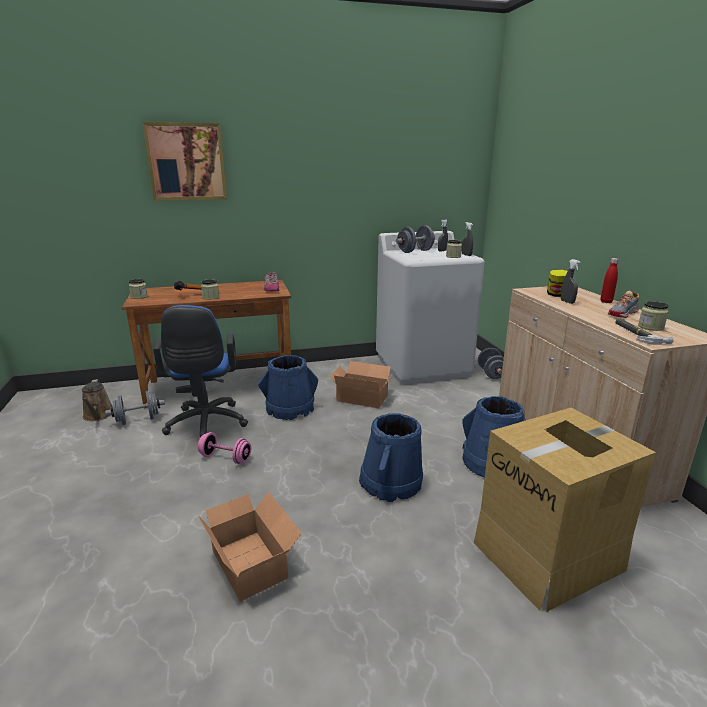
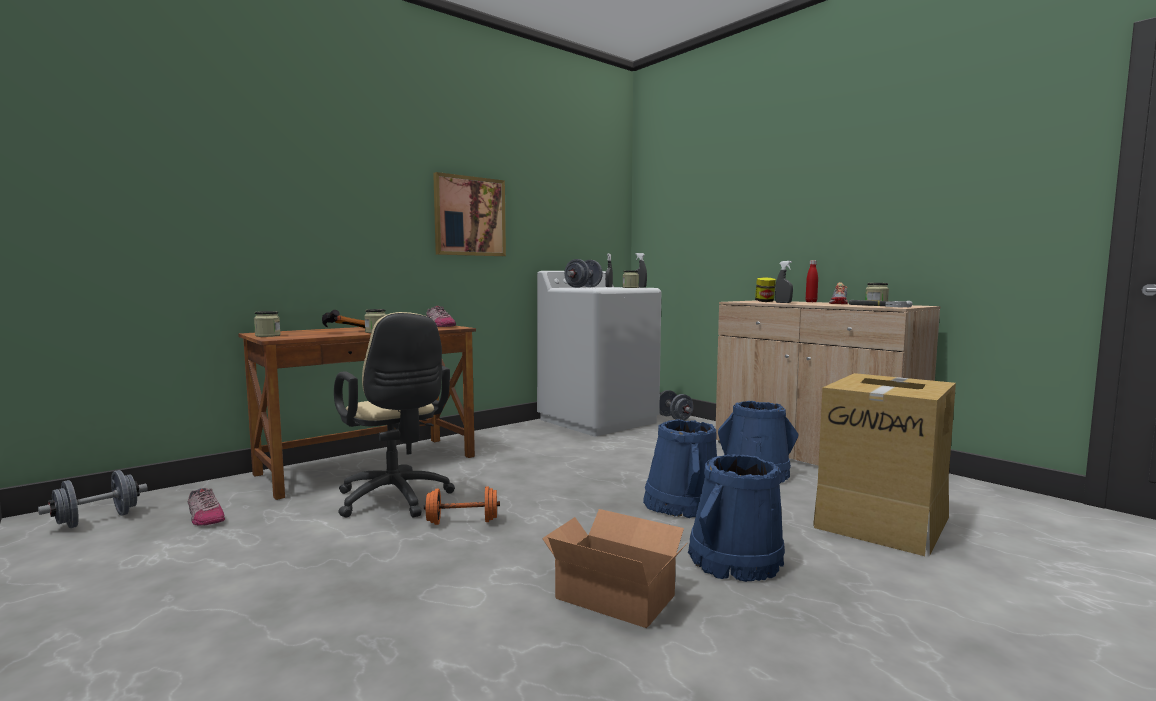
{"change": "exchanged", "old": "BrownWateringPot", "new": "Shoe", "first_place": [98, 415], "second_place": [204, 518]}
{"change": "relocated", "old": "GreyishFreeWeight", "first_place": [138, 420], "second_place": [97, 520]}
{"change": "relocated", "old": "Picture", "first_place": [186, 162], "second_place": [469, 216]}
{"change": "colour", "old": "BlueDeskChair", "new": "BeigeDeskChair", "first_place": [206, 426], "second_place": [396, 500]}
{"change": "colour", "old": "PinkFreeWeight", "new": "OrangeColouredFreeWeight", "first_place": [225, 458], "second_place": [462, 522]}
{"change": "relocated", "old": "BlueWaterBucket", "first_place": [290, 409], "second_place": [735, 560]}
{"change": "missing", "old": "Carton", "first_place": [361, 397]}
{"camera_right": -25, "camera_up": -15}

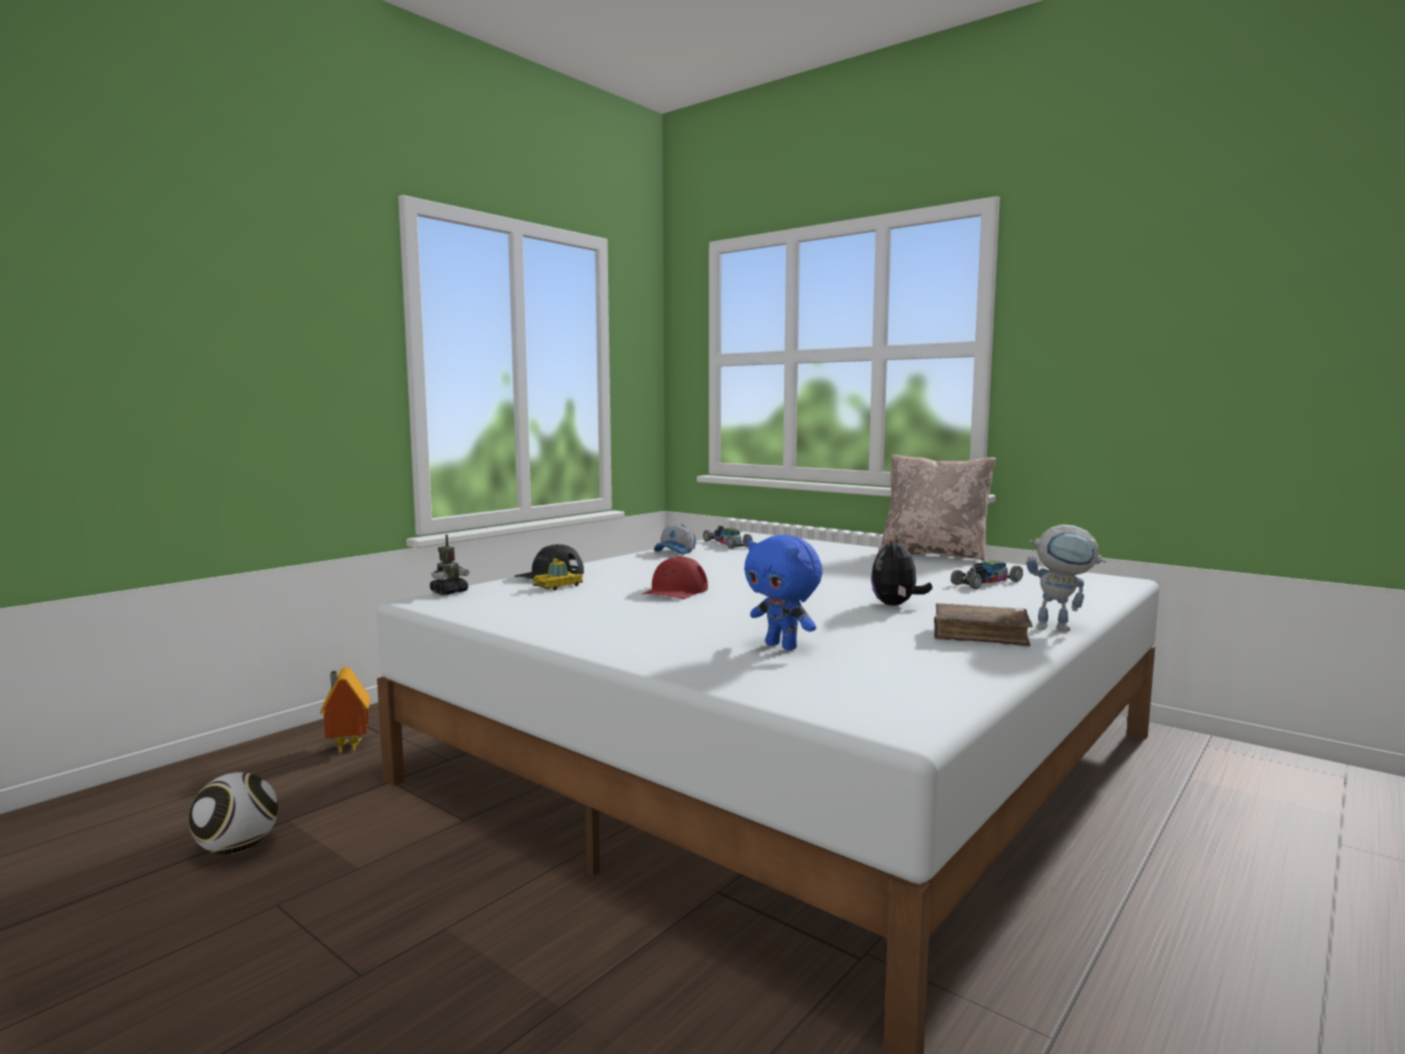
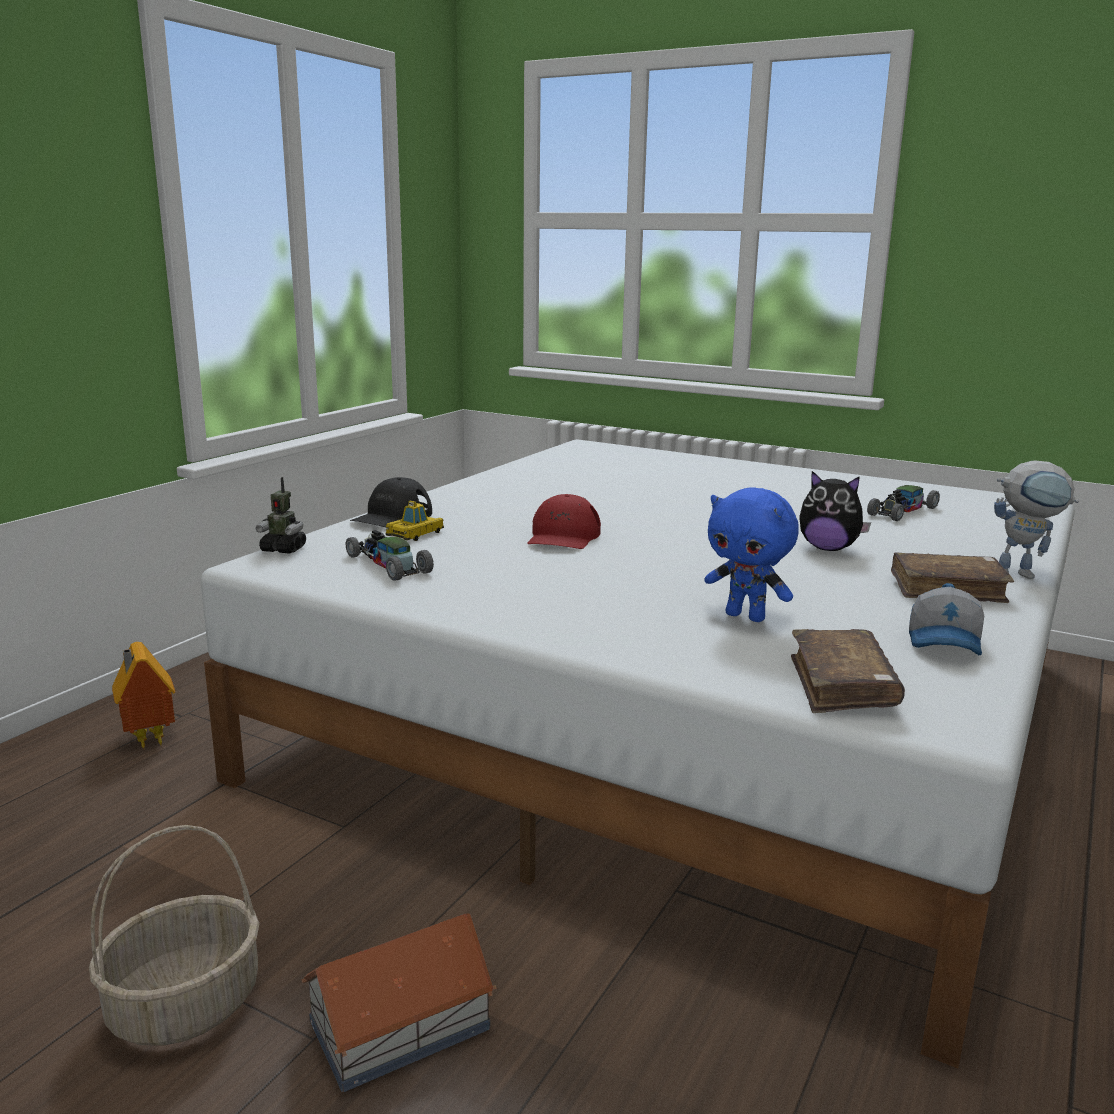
{"change": "missing", "old": "BallForFootball", "first_place": [238, 848]}
{"change": "spun", "old": "ToyRobot", "first_place": [449, 592], "second_place": [283, 549], "degrees": 75}
{"change": "relocated", "old": "BaseballCap", "first_place": [676, 551], "second_place": [946, 642]}
{"change": "relocated", "old": "ModelCar", "first_place": [726, 544], "second_place": [388, 565]}
{"change": "spun", "old": "SoftToy", "first_place": [896, 605], "second_place": [828, 548], "degrees": -75}
{"change": "missing", "old": "BeigePillow", "first_place": [934, 554]}
{"change": "appeared", "new": "HouseholdBasket", "second_place": [183, 1007]}
{"change": "appeared", "new": "MiniatureHouse", "second_place": [397, 1024]}
{"change": "appeared", "new": "BrownBoundBook", "second_place": [841, 686]}
{"camera_right": -10, "camera_up": 10}

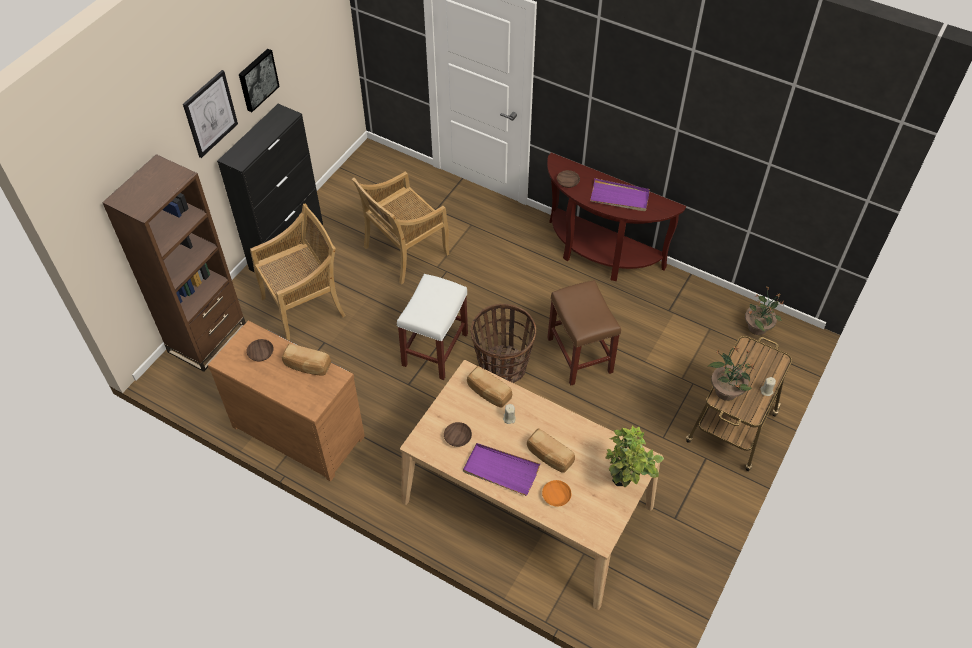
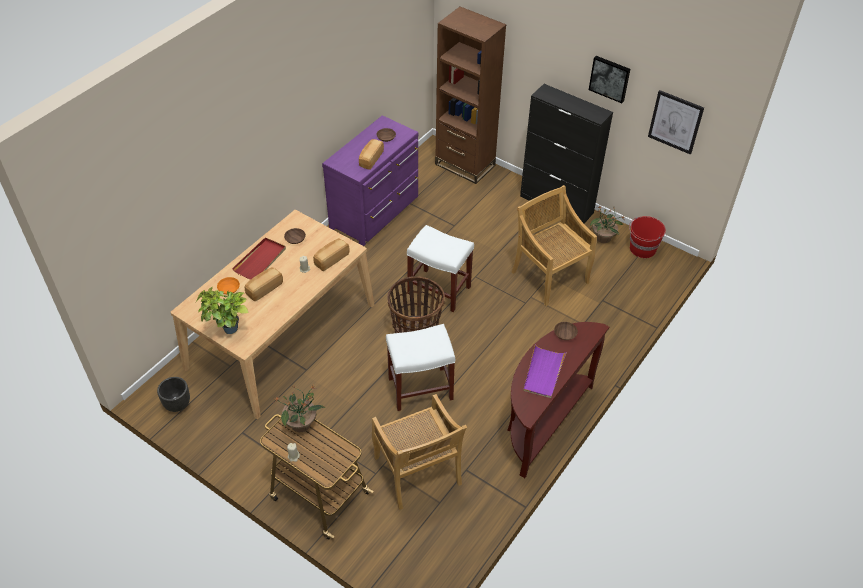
{"change": "relocated", "old": "Picture", "first_place": [210, 114], "second_place": [675, 122]}
{"change": "colour", "old": "BrownDrawerChest", "new": "PurpleDrawerChest", "first_place": [299, 428], "second_place": [376, 212]}
{"change": "relocated", "old": "BeigeChair", "first_place": [304, 306], "second_place": [418, 472]}
{"change": "colour", "old": "PurpleServingTray", "new": "RedColouredServingTray", "first_place": [500, 470], "second_place": [260, 260]}
{"change": "colour", "old": "BrownStool", "new": "WhiteColouredStool", "first_place": [580, 356], "second_place": [419, 389]}
{"change": "relocated", "old": "PottedPlant", "first_place": [757, 327], "second_place": [603, 238]}
{"change": "appeared", "new": "BlackishPlantPot", "second_place": [178, 404]}
{"change": "appeared", "new": "RedColouredWaterBucket", "second_place": [642, 249]}
{"camera_right": 95, "camera_up": -5}

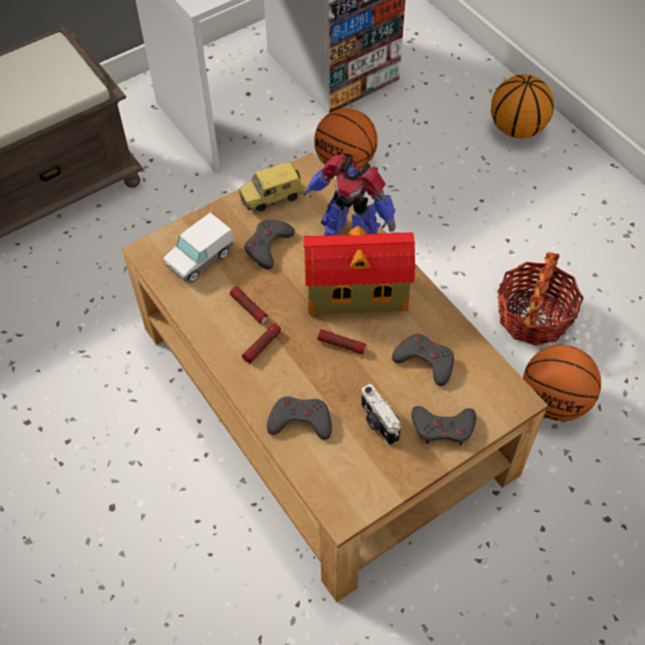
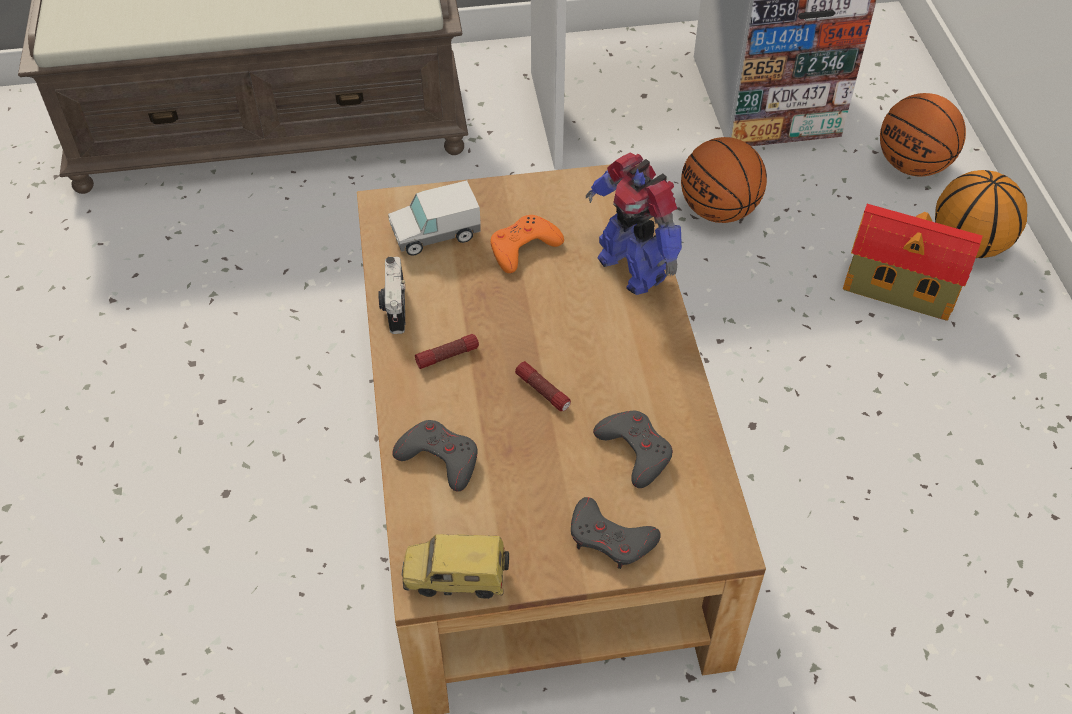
{"change": "missing", "old": "HandTorch", "first_place": [249, 308]}
{"change": "relocated", "old": "ModelCar", "first_place": [272, 199], "second_place": [456, 580]}
{"change": "colour", "old": "GreyishJoypad", "new": "OrangeColouredJoypad", "first_place": [268, 246], "second_place": [523, 247]}
{"change": "relocated", "old": "MiniatureHouse", "first_place": [354, 293], "second_place": [897, 286]}
{"change": "relocated", "old": "PhotoCamera", "first_place": [378, 423], "second_place": [394, 308]}
{"change": "missing", "old": "HouseholdBasket", "first_place": [533, 316]}
{"change": "relocated", "old": "Basketball", "first_place": [554, 401], "second_place": [912, 165]}
{"camera_right": 25, "camera_up": -5}

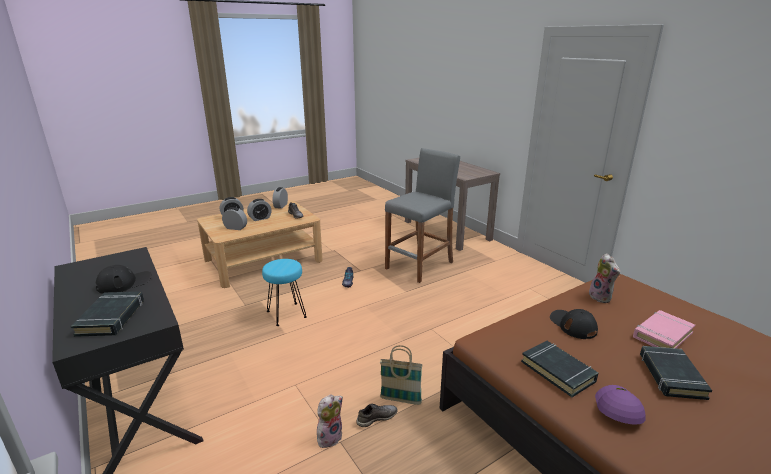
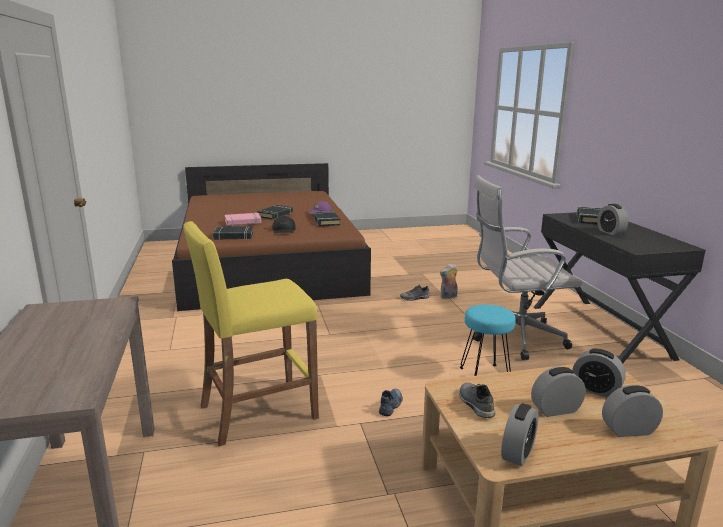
{"change": "exchanged", "old": "BlackishBaseballCap", "new": "AlarmClock", "first_place": [125, 283], "second_place": [610, 232]}
{"change": "missing", "old": "HouseholdBasket", "first_place": [400, 400]}
{"change": "colour", "old": "GreyishStool", "new": "YellowStool", "first_place": [420, 265], "second_place": [257, 412]}
{"change": "exchanged", "old": "SoftToy", "new": "BlackishBoundBook", "first_place": [601, 297], "second_place": [233, 236]}
{"change": "appeared", "new": "WhiteColouredDeskChair", "second_place": [514, 338]}
{"camera_right": -160, "camera_up": -5}

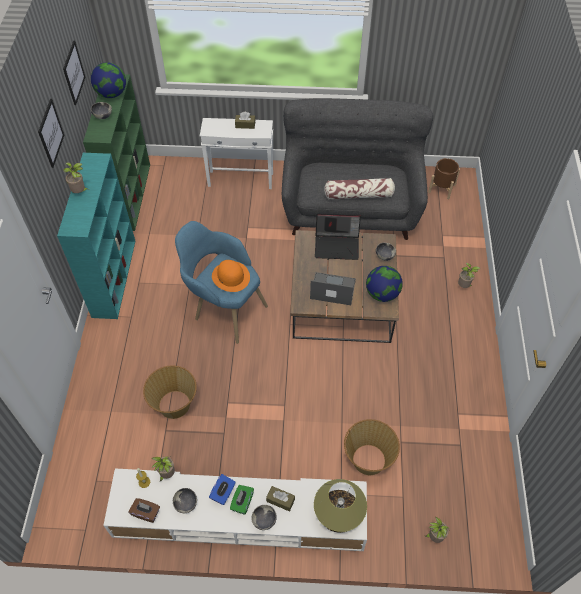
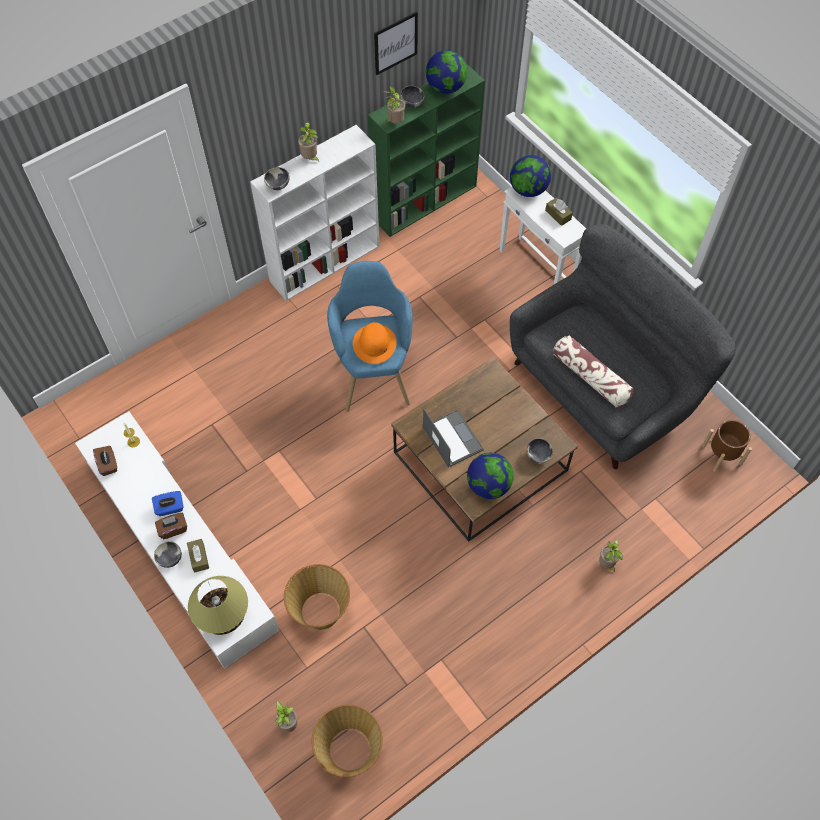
{"change": "missing", "old": "Picture", "first_place": [50, 133]}
{"change": "colour", "old": "TurquoiseColouredBookshelf", "new": "WhiteColouredBookshelf", "first_place": [114, 277], "second_place": [326, 263]}
{"change": "relocated", "old": "HouseholdBasket", "first_place": [174, 405], "second_place": [349, 750]}
{"change": "relocated", "old": "PottedPlant", "first_place": [166, 474], "second_place": [395, 122]}
{"change": "relocated", "old": "ServingBowl", "first_place": [186, 504], "second_place": [278, 185]}
{"change": "colour", "old": "GreenTissueHolder", "new": "BrownTissueHolder", "first_place": [242, 502], "second_place": [173, 529]}
{"change": "missing", "old": "PortableComputer", "first_place": [337, 245]}
{"change": "appeared", "new": "WorldGlobe", "second_place": [528, 190]}
{"camera_right": 50, "camera_up": 5}

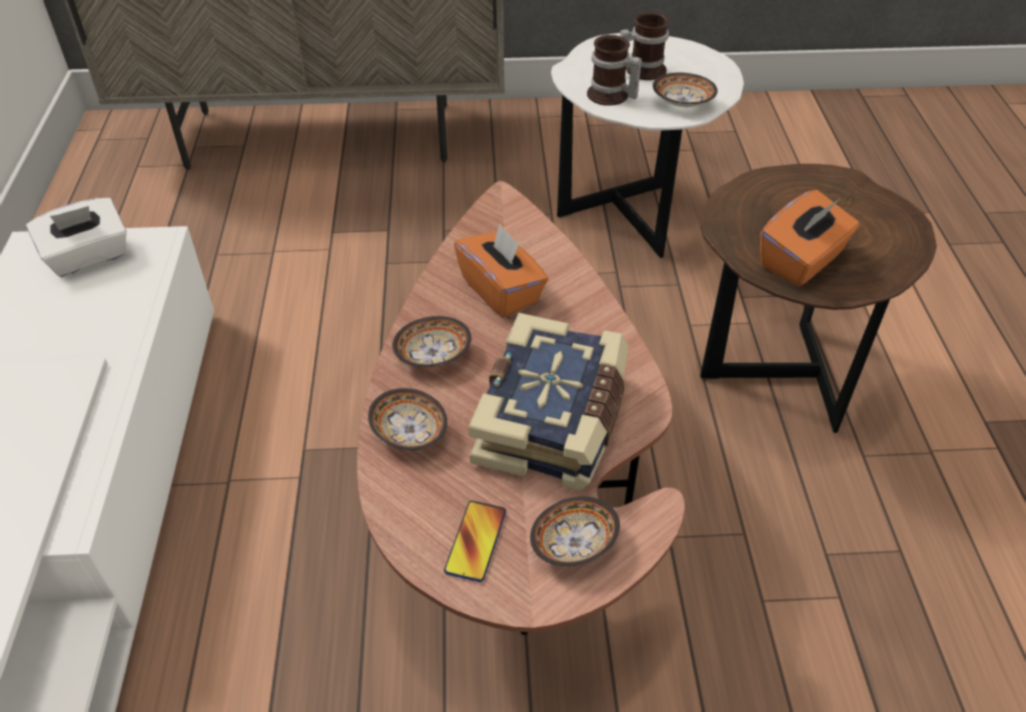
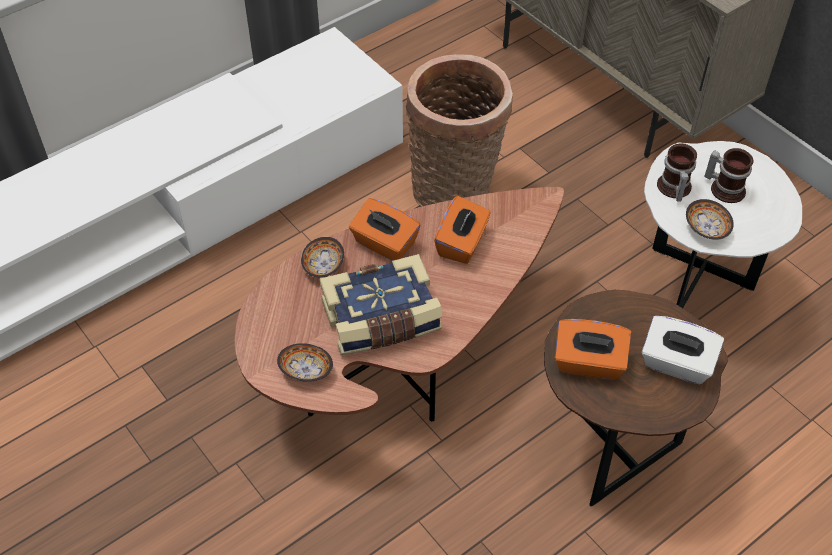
{"change": "relocated", "old": "WhiteColouredTissueHolder", "first_place": [89, 257], "second_place": [676, 364]}
{"change": "exchanged", "old": "ServingBowl", "new": "OrangeColouredTissueHolder", "first_place": [433, 356], "second_place": [384, 244]}
{"change": "missing", "old": "Handset", "first_place": [475, 541]}
{"change": "appeared", "new": "HouseholdBasket", "second_place": [455, 192]}
{"camera_right": 55, "camera_up": 5}

